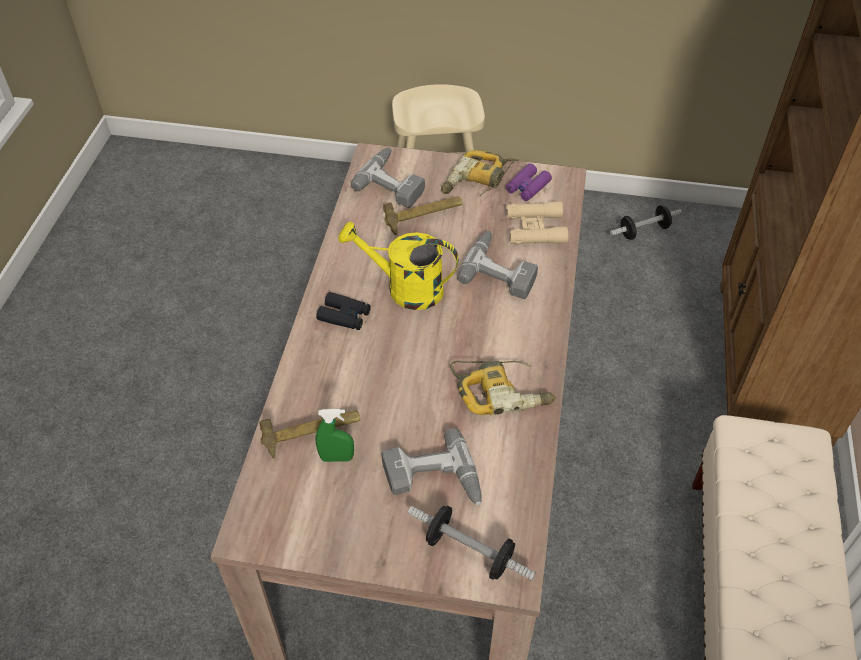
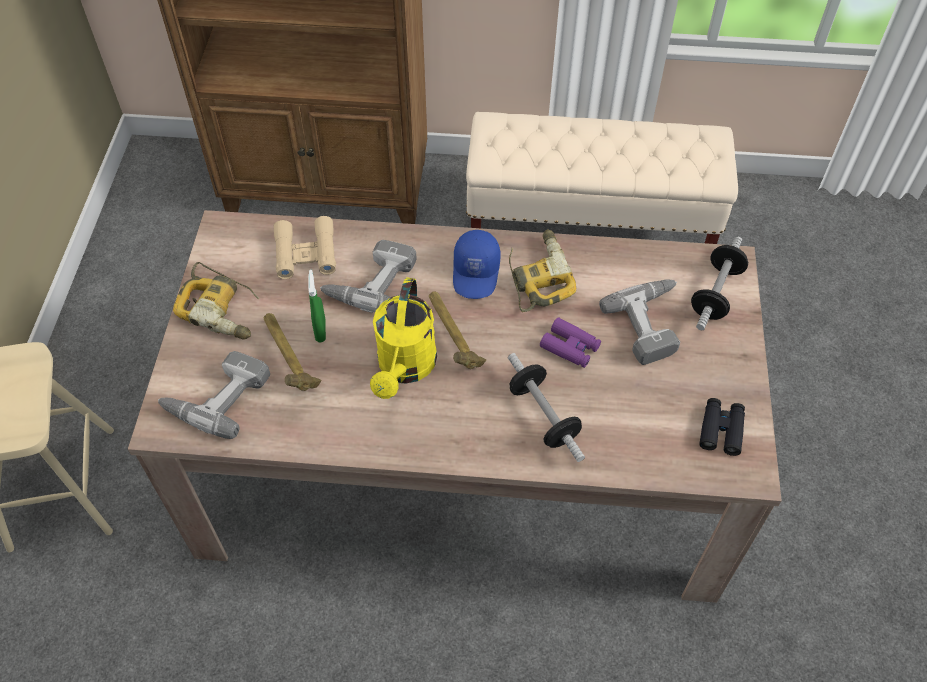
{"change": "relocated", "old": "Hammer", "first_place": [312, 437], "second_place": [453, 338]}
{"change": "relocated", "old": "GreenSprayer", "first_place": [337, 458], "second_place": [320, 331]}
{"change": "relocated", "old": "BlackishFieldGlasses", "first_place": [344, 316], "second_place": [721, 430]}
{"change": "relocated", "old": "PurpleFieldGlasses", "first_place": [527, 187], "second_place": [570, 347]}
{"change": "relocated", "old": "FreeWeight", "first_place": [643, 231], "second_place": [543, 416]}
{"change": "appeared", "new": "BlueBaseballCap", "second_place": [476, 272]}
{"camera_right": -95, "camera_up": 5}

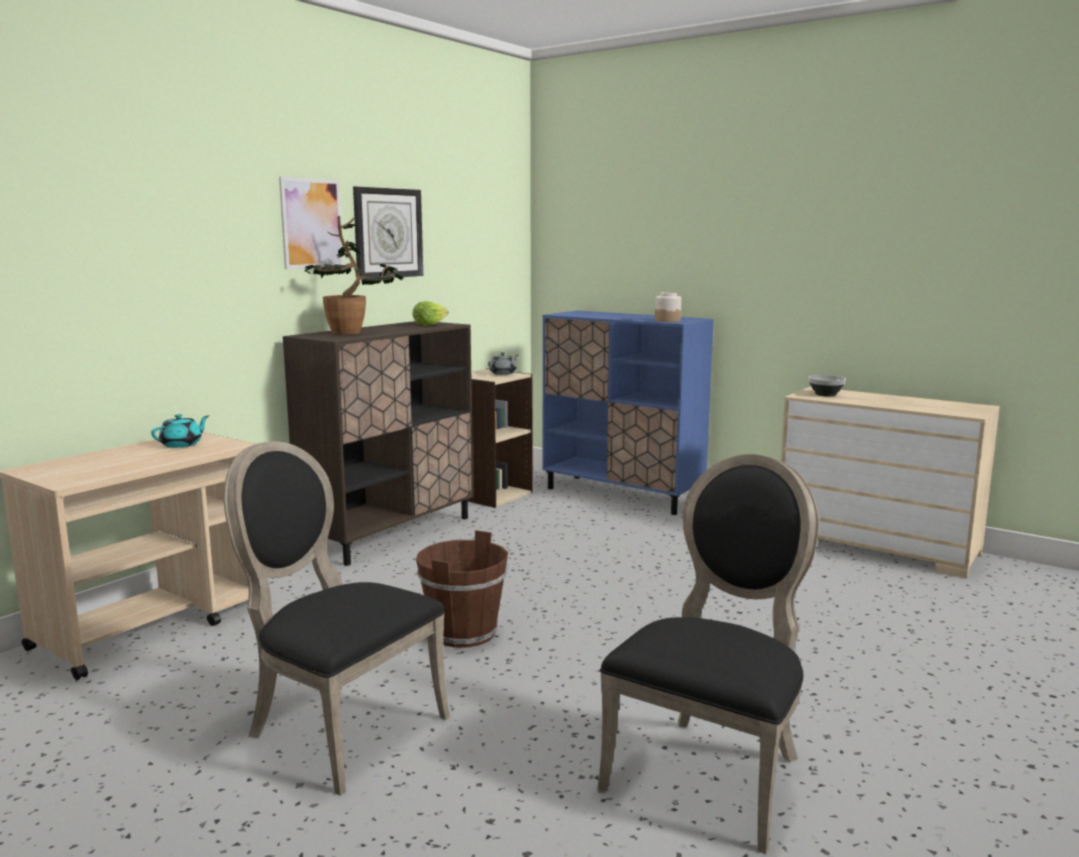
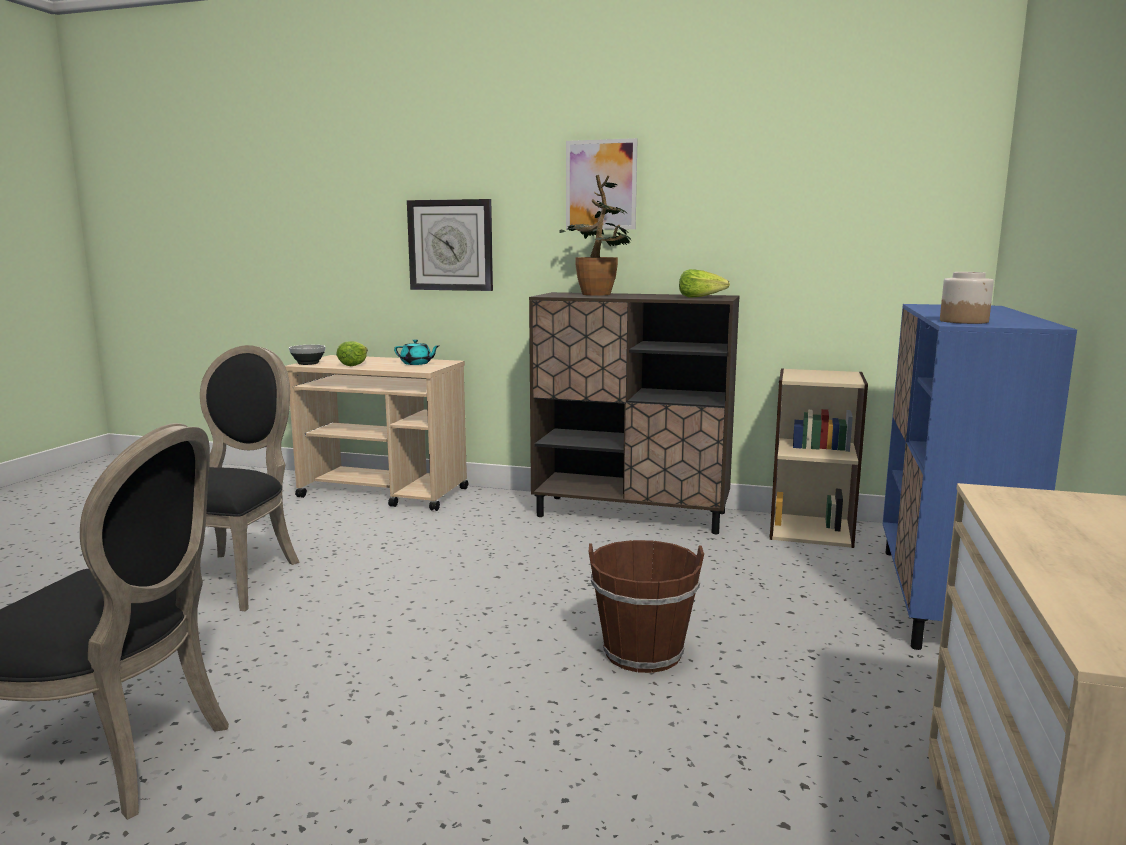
{"change": "relocated", "old": "WallClock", "first_place": [388, 233], "second_place": [450, 245]}
{"change": "relocated", "old": "BrownWaterBucket", "first_place": [463, 633], "second_place": [643, 653]}
{"change": "missing", "old": "GreyishTeapot", "first_place": [503, 373]}
{"change": "relocated", "old": "ServingBowl", "first_place": [825, 394], "second_place": [308, 363]}
{"change": "appeared", "new": "LettuceHead", "second_place": [353, 364]}
{"camera_right": 70, "camera_up": 0}

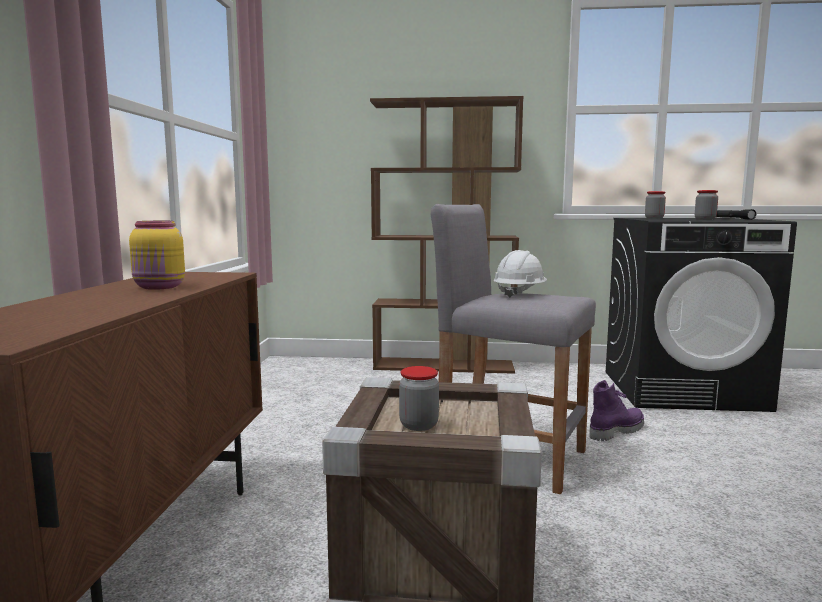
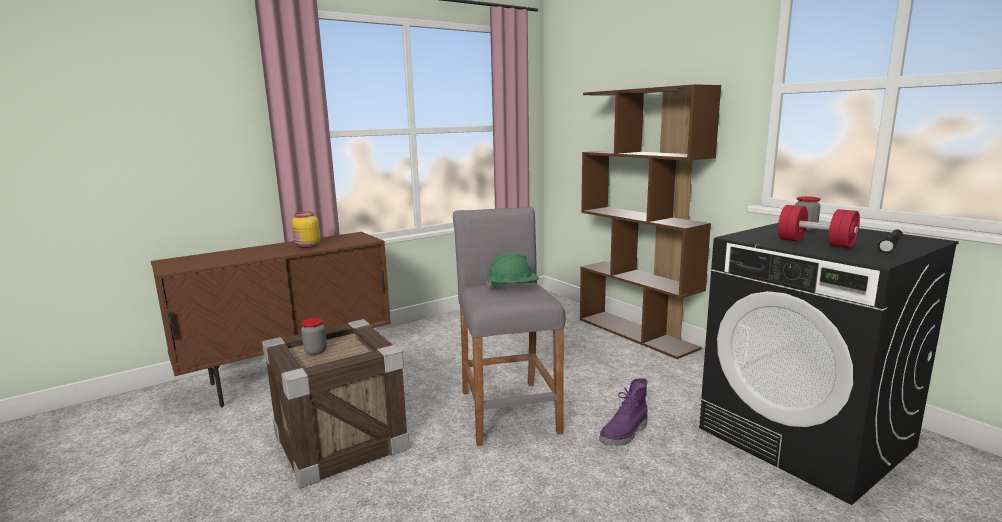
{"change": "colour", "old": "WhiteColouredHardHat", "new": "GreenHardHat", "first_place": [519, 294], "second_place": [513, 287]}
{"change": "spun", "old": "PurpleTallBoot", "first_place": [615, 431], "second_place": [625, 434], "degrees": 120}
{"change": "exchanged", "old": "PreserveJar", "new": "RedColouredFreeWeight", "first_place": [705, 219], "second_place": [815, 243]}
{"camera_right": 50, "camera_up": 5}

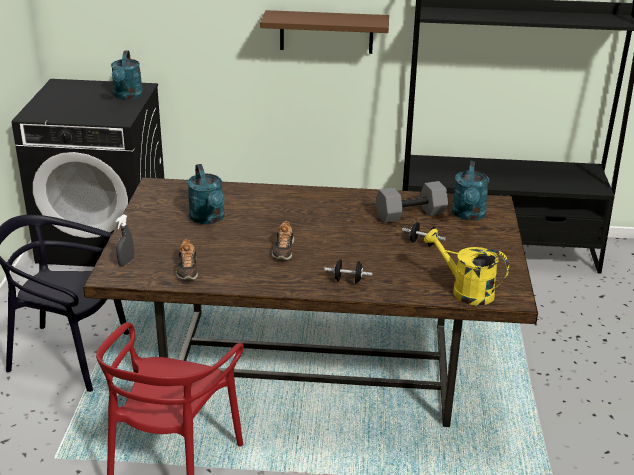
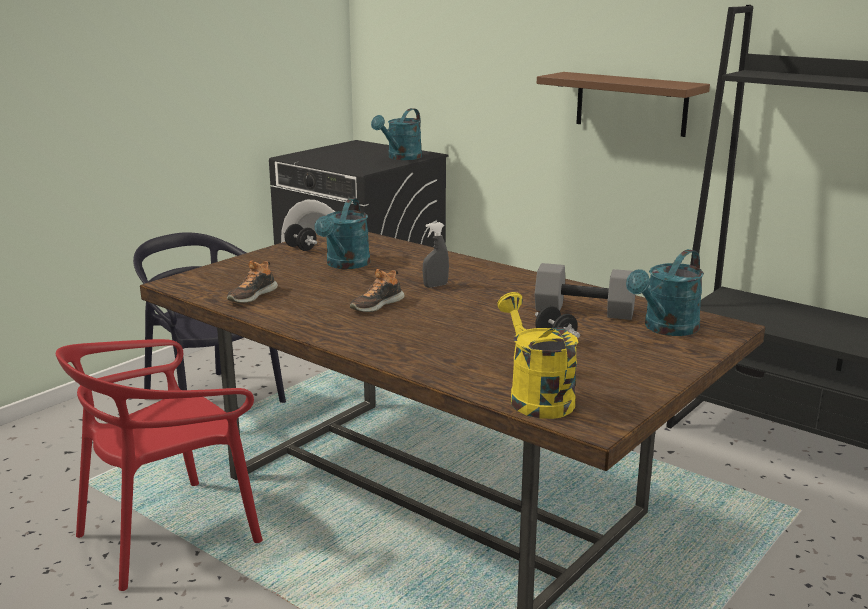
{"change": "relocated", "old": "GreyishSprayer", "first_place": [126, 262], "second_place": [435, 285]}
{"change": "relocated", "old": "BlackishFreeWeight", "first_place": [348, 280], "second_place": [301, 248]}
{"camera_right": 35, "camera_up": -10}

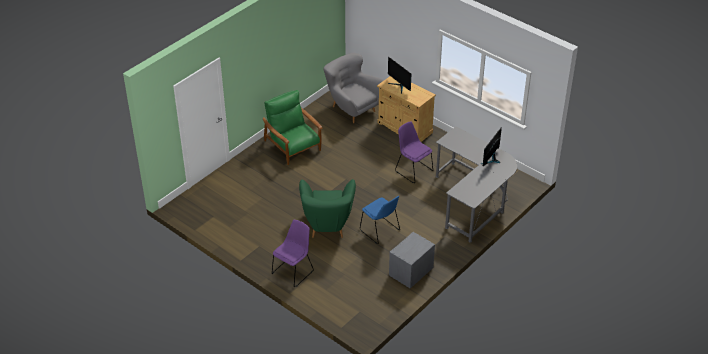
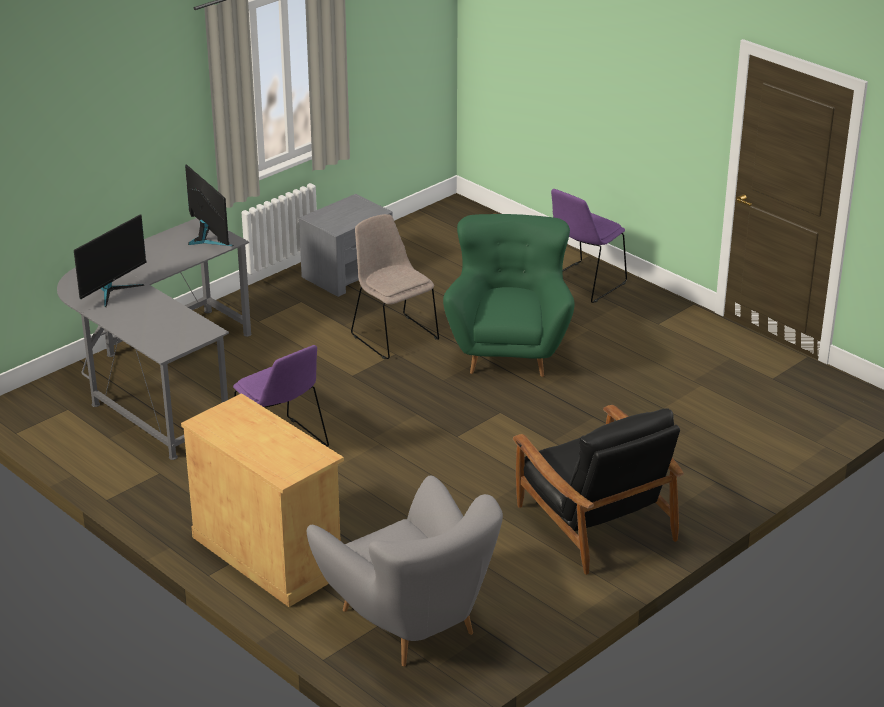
{"change": "colour", "old": "GreenArmchair", "new": "BlackishArmchair", "first_place": [293, 146], "second_place": [594, 521]}
{"change": "colour", "old": "BlueChair", "new": "BeigeChair", "first_place": [380, 231], "second_place": [393, 335]}
{"change": "relocated", "old": "Monitor", "first_place": [399, 86], "second_place": [207, 239]}
{"camera_right": -175, "camera_up": -10}

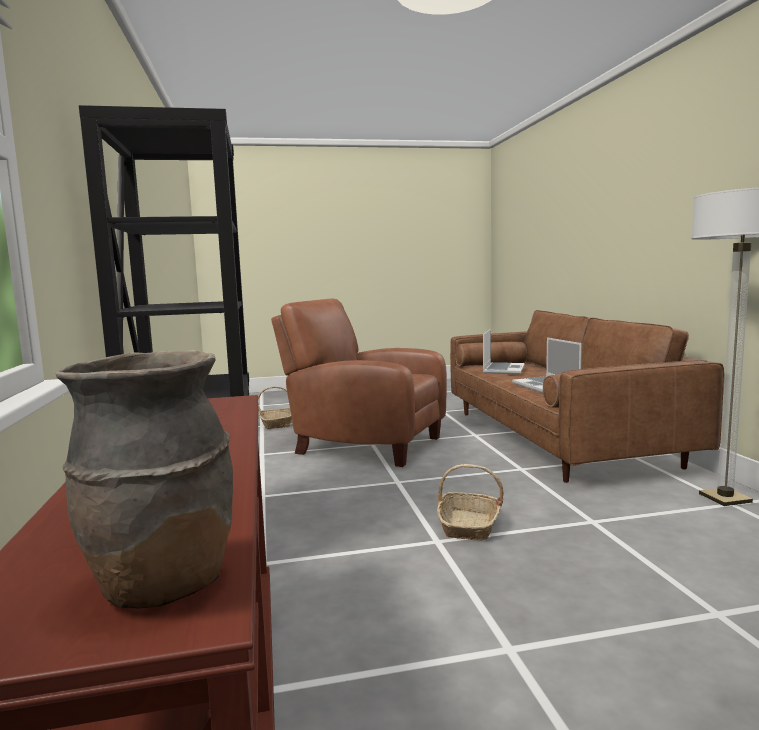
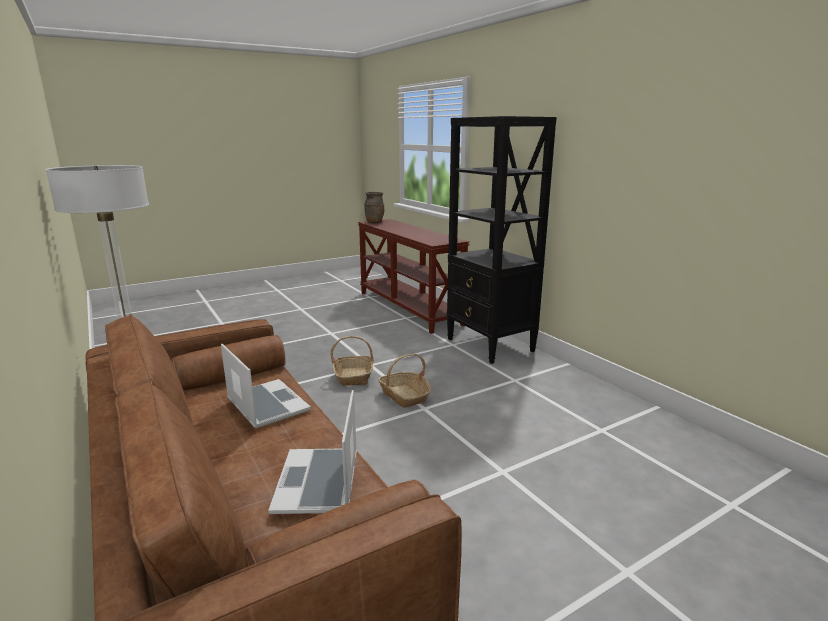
{"change": "relocated", "old": "HouseholdBasket", "first_place": [277, 423], "second_place": [404, 396]}
{"change": "missing", "old": "BrownArmchair", "first_place": [364, 445]}
{"camera_right": 160, "camera_up": 10}

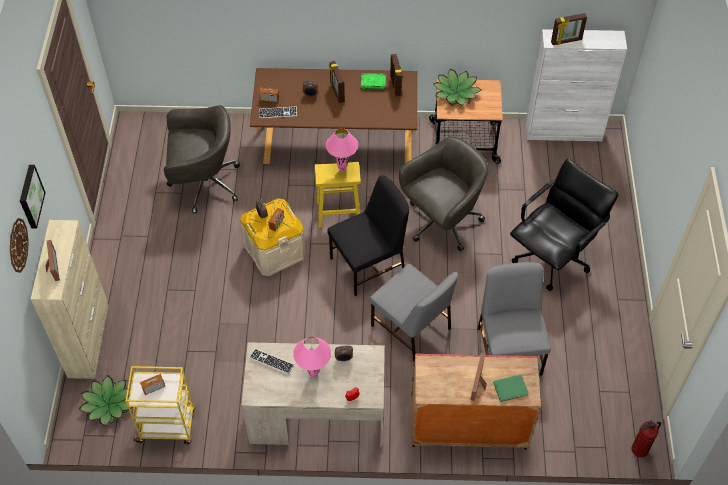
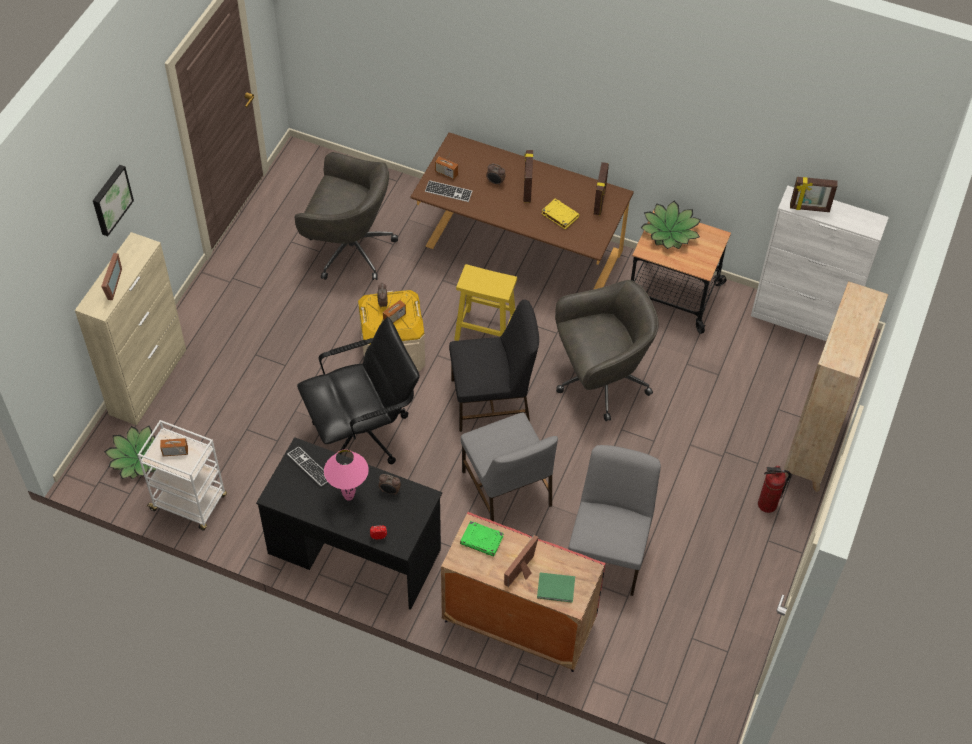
{"change": "missing", "old": "WallClock", "first_place": [18, 245]}
{"change": "colour", "old": "YellowWheeledCart", "new": "WhiteColouredWheeledCart", "first_place": [167, 426], "second_place": [190, 503]}
{"change": "colour", "old": "BeigeDeskUnit", "new": "BlackishDeskUnit", "first_place": [317, 417], "second_place": [354, 551]}
{"change": "missing", "old": "PinkTabletopLamp", "first_place": [342, 169]}
{"change": "relocated", "old": "GreenBoundBook", "first_place": [373, 83], "second_place": [482, 540]}
{"change": "relocated", "old": "BlackishDeskChair", "first_place": [552, 257], "second_place": [363, 433]}
{"change": "relocated", "old": "Extinguisher", "first_place": [639, 450], "second_place": [767, 505]}
{"change": "appeared", "new": "YellowBoundBook", "second_place": [559, 215]}
{"change": "appeared", "new": "BeigeBookshelf", "second_place": [811, 447]}
{"camera_right": 20, "camera_up": 0}

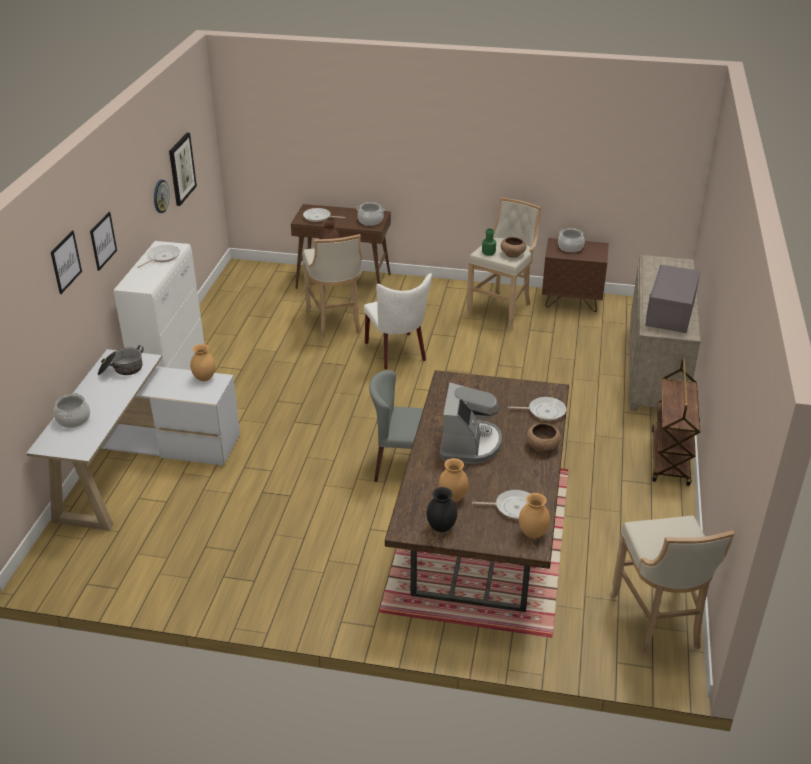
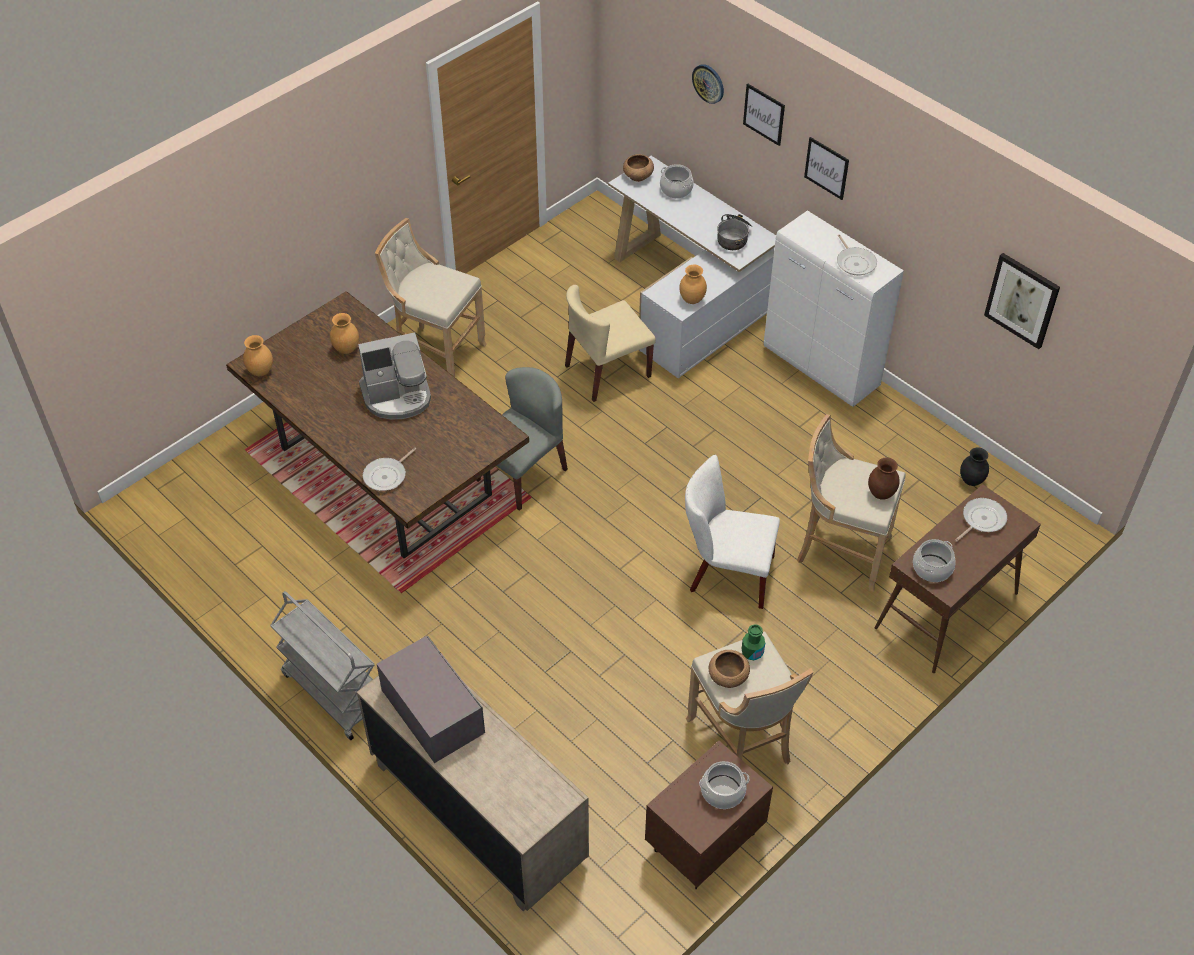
{"change": "relocated", "old": "WallClock", "first_place": [160, 196], "second_place": [708, 83]}
{"change": "relocated", "old": "BlackishVase", "first_place": [441, 528], "second_place": [970, 481]}
{"change": "spun", "old": "CoffeeMaker", "first_place": [469, 444], "second_place": [397, 396], "degrees": -60}
{"change": "missing", "old": "FryingPan", "first_place": [513, 507]}
{"change": "relocated", "old": "BrownServingBowl", "first_place": [543, 446], "second_place": [637, 176]}
{"change": "relocated", "old": "BeigeStool", "first_place": [658, 623], "second_place": [436, 353]}
{"change": "colour", "old": "BrownWheeledCart", "new": "GreyishWheeledCart", "first_place": [670, 458], "second_place": [332, 693]}
{"change": "appeared", "new": "BeigeChair", "second_place": [607, 371]}
{"camera_right": 125, "camera_up": 15}

